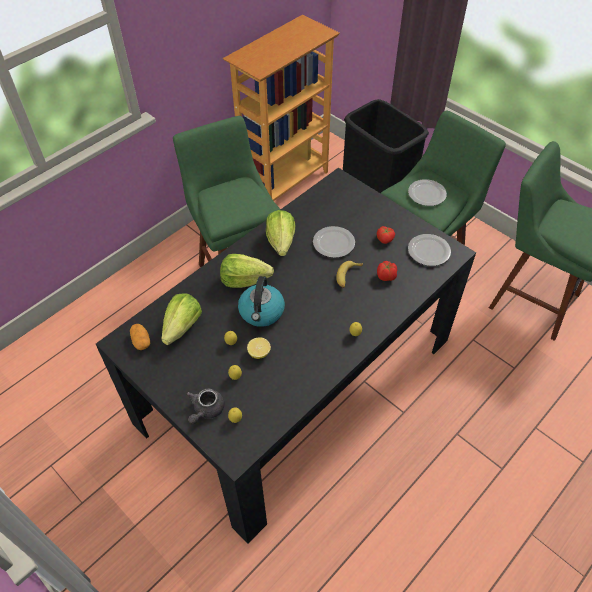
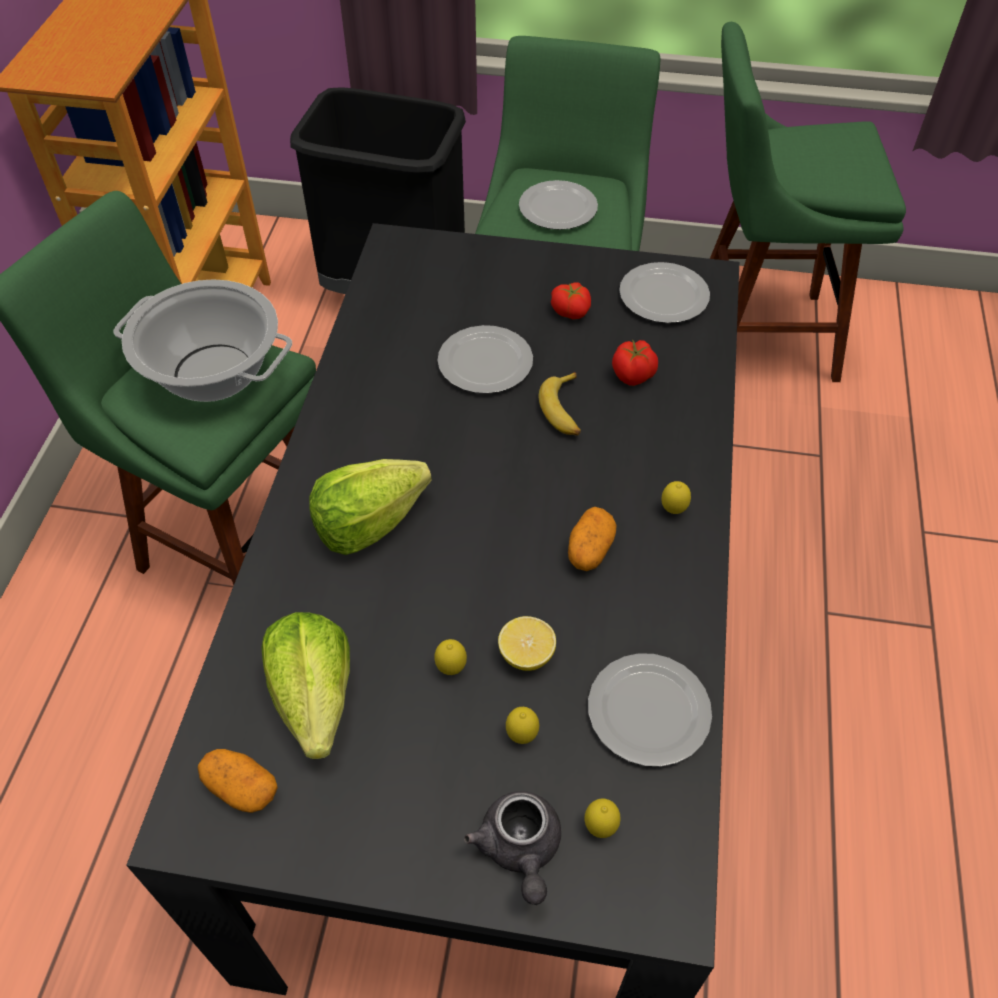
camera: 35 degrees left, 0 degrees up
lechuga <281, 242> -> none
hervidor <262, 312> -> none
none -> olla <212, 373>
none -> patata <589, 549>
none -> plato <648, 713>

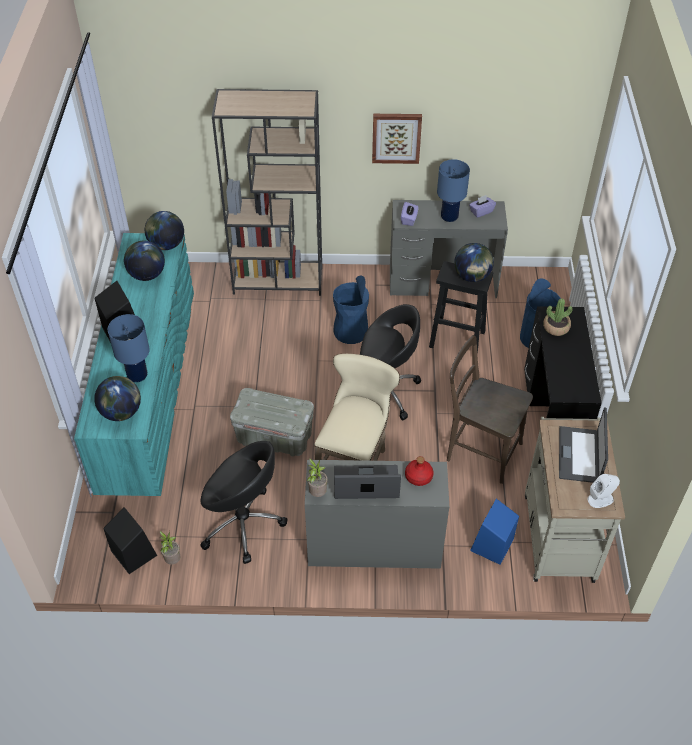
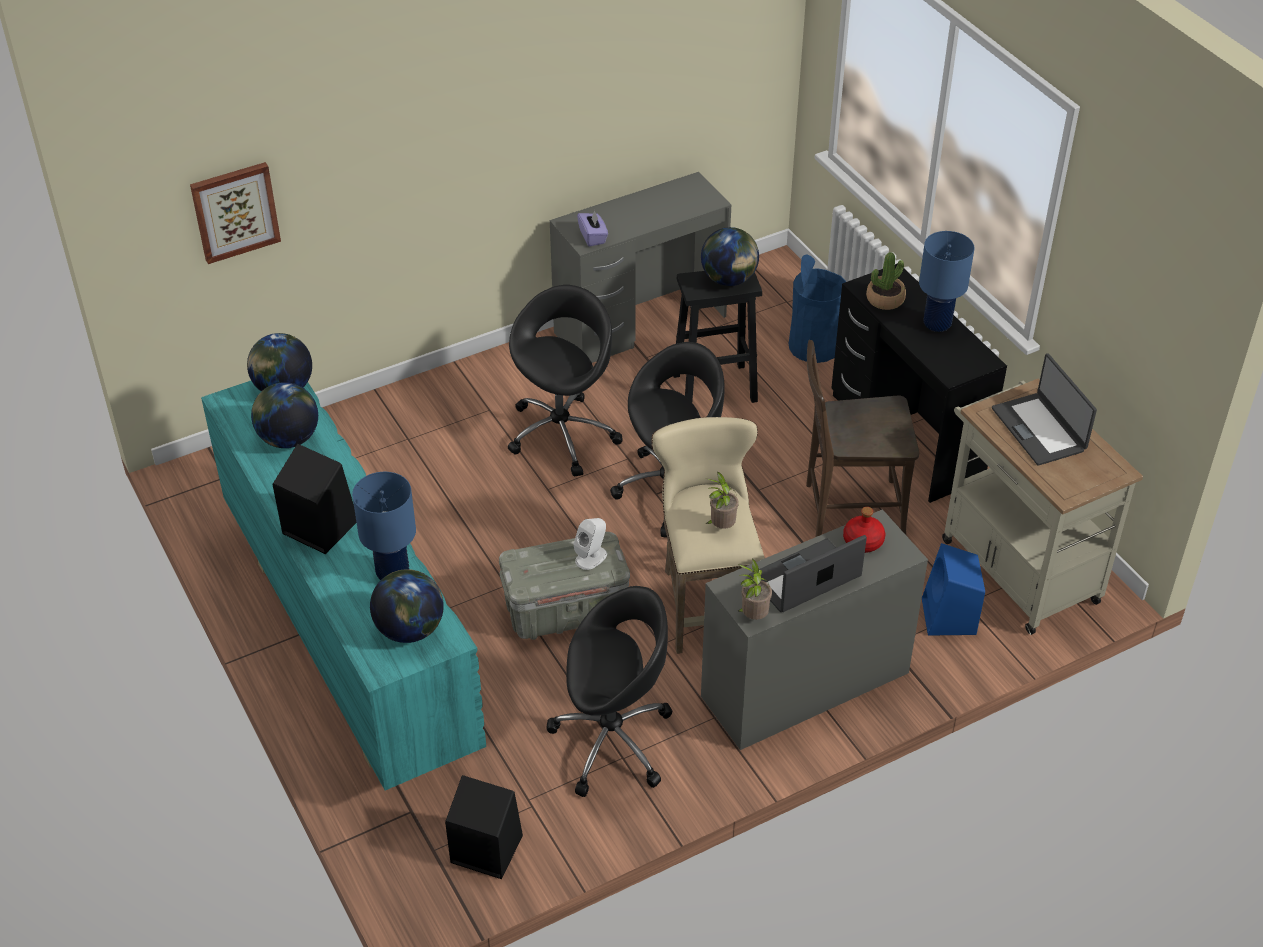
camera: 30 degrees left, 5 degrees down
estantería <278, 280> -> none
cuadro <396, 137> -> cuadro <235, 211>, moved
lámpara de mesa [azul] <449, 218> -> lámpara de mesa [azul] <937, 326>, moved
caja de pañuelos [morado] <481, 211> -> none
papelera [azul] <350, 331> -> silla de oficina [negro] <564, 433>
altavoz [blanco] <600, 499> -> altavoz [blanco] <591, 557>, moved
planta en maceta <172, 560> -> planta en maceta <721, 526>, moved

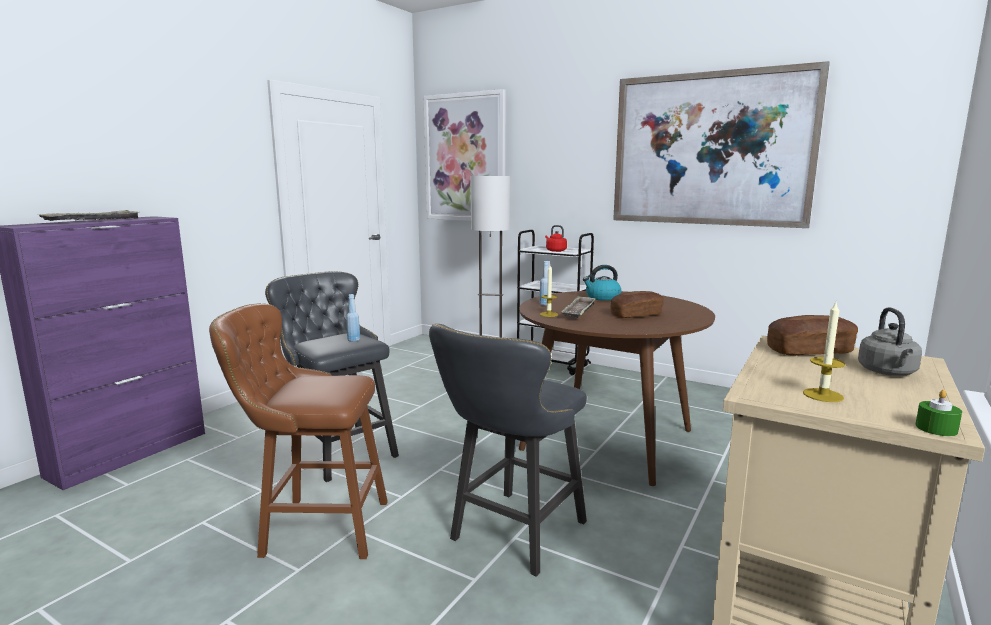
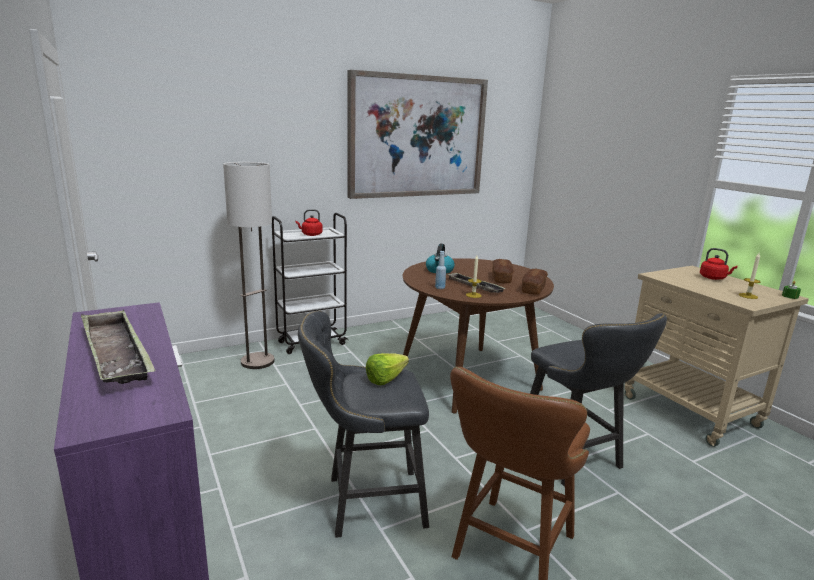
camera: 60 degrees left, 5 degrees up
cuadro <465, 158> -> none
botella [azul] <354, 340> -> lechuga <389, 379>
hervidor [gris] <888, 372> -> hervidor [rojo] <714, 278>
pan <809, 351> -> pan <533, 289>, moved

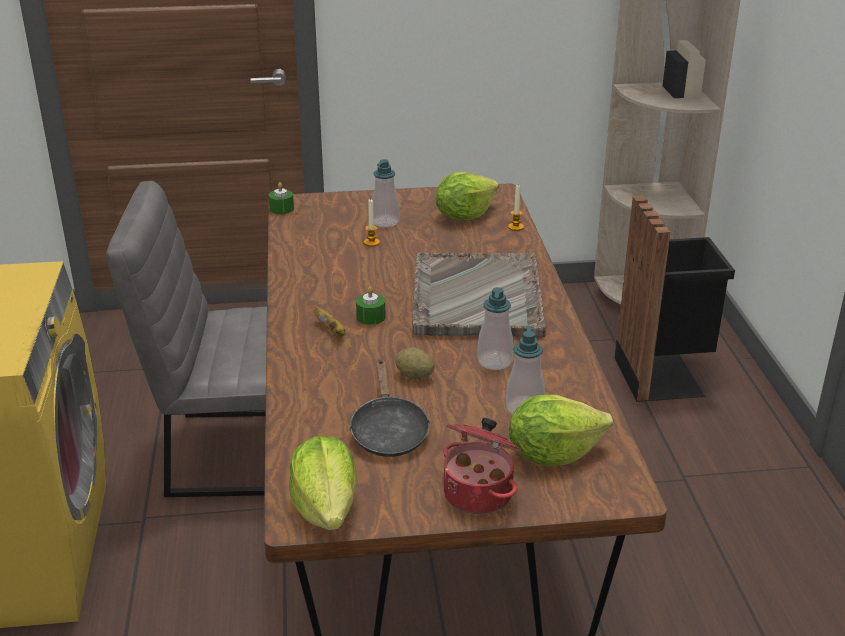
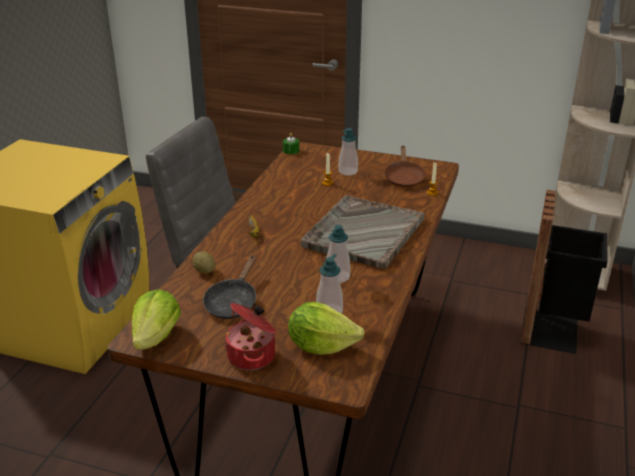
camera: 25 degrees right, 0 degrees up
lechuga <464, 215> -> sartén [marrón] <404, 178>
vela [verde] <371, 317> -> none
patata <414, 376> -> patata <204, 271>, moved

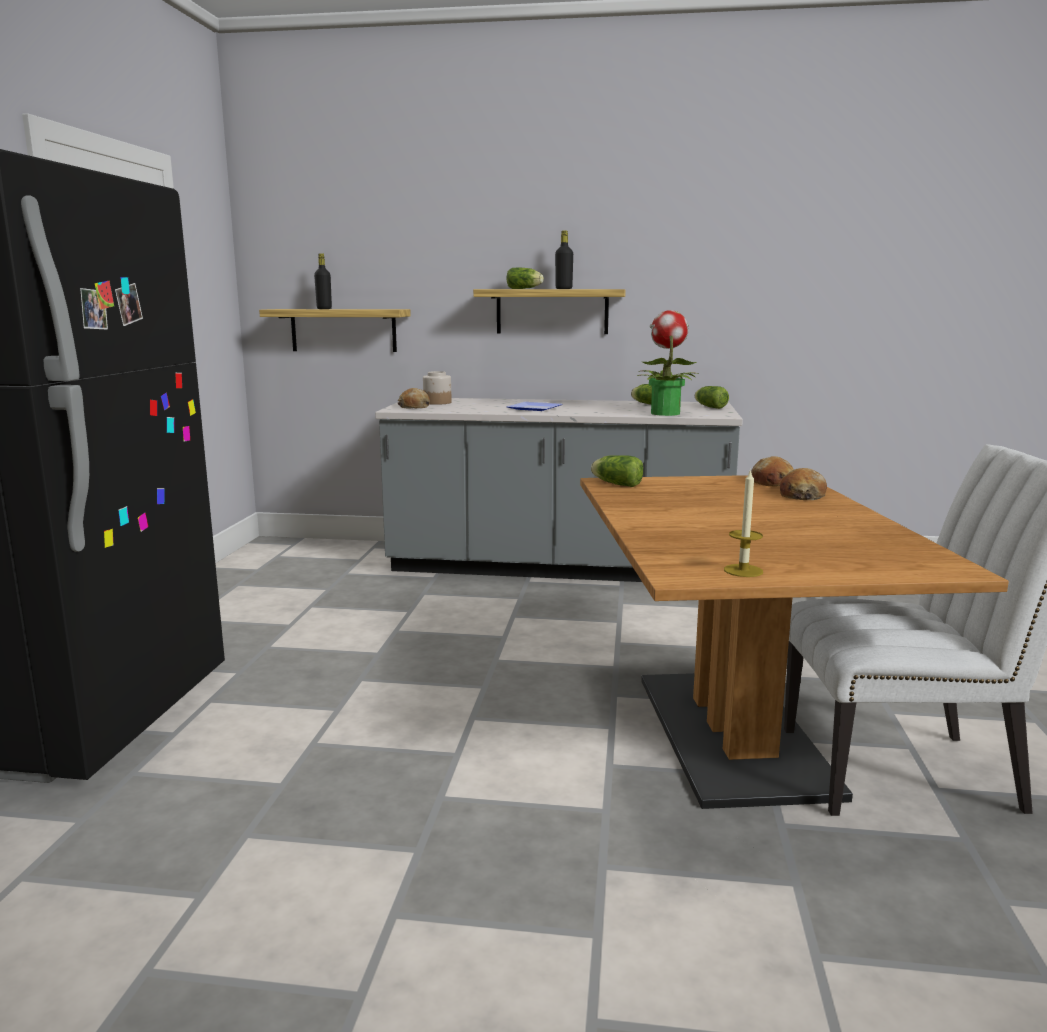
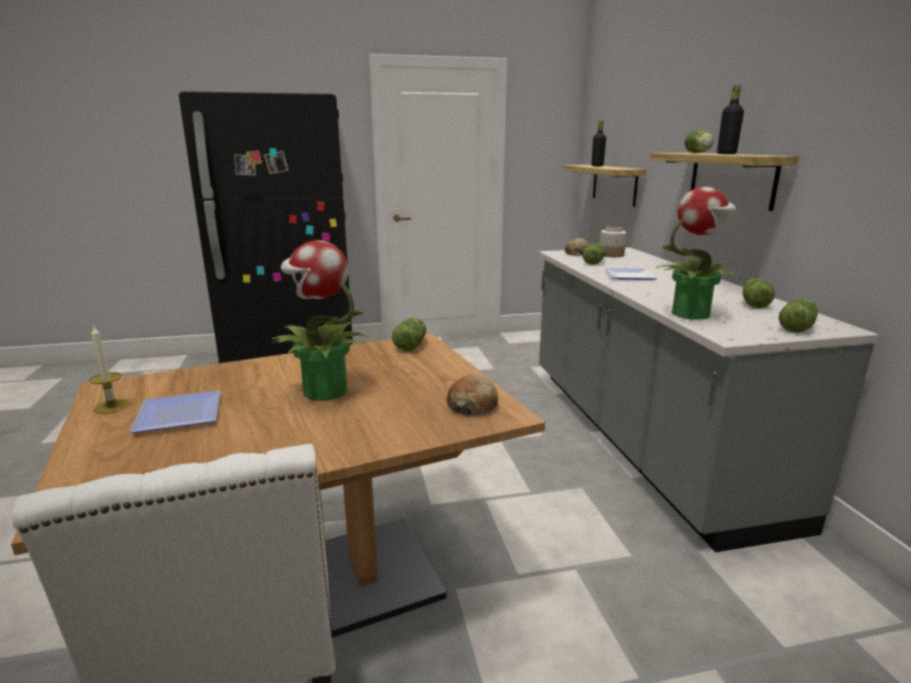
camera: 70 degrees right, 5 degrees up
pan <802, 495> -> none
none -> planta en maceta <323, 391>
none -> lechuga <594, 262>
none -> plato <176, 416>

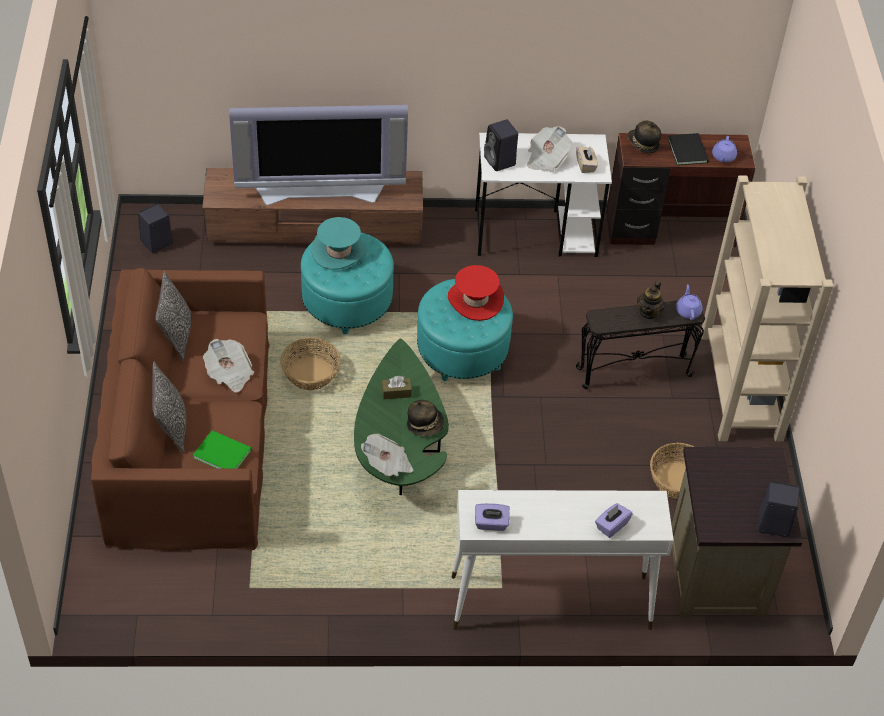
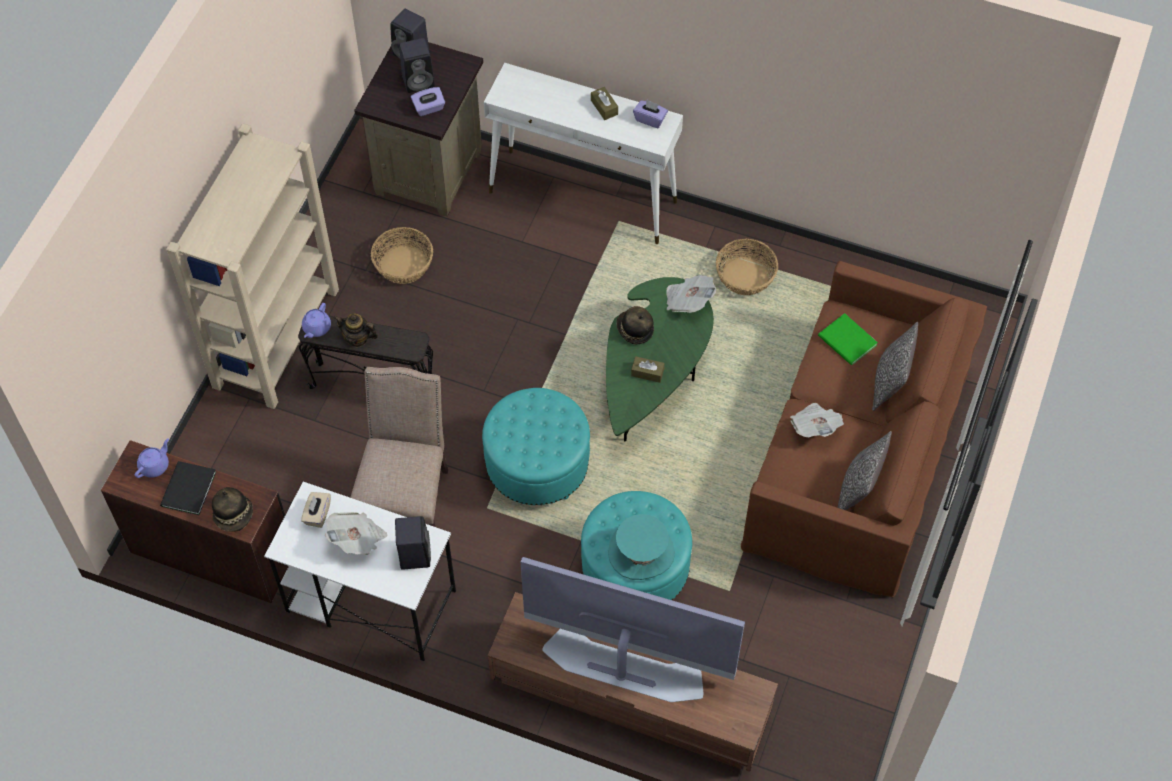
camera: 155 degrees left, 10 degrees up
altavoz [negro] <156, 243> -> altavoz [negro] <419, 80>, moved
sombrero [rojo] <475, 300> -> none
tetera <649, 313> -> tetera <357, 339>, 120 degrees counterclockwise
cesta <310, 373> -> cesta <745, 277>, moved
caja de pañuelos [morado] <611, 526> -> caja de pañuelos [morado] <429, 108>, moved
none -> caja de pañuelos [marrón] <604, 107>
none -> silla [beis] <406, 502>

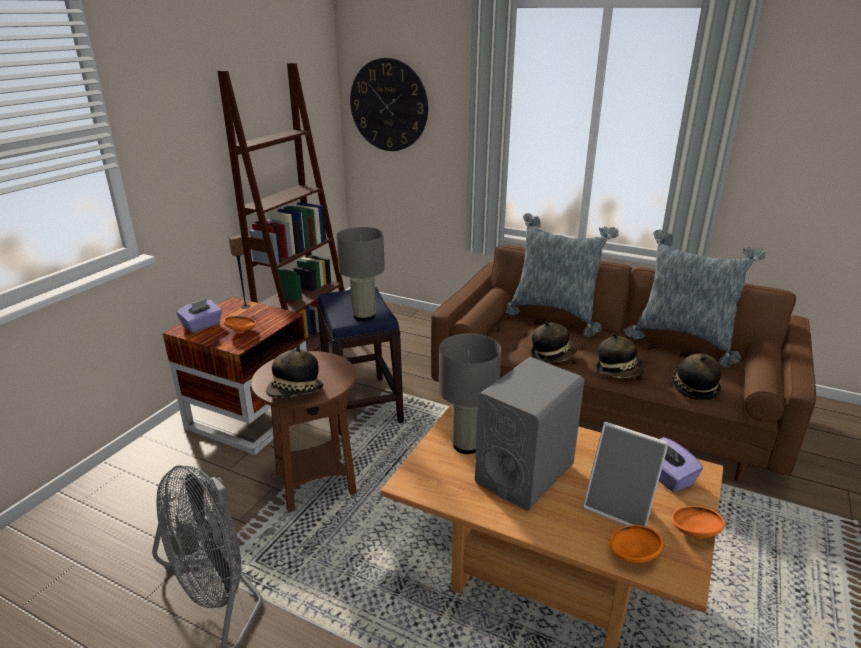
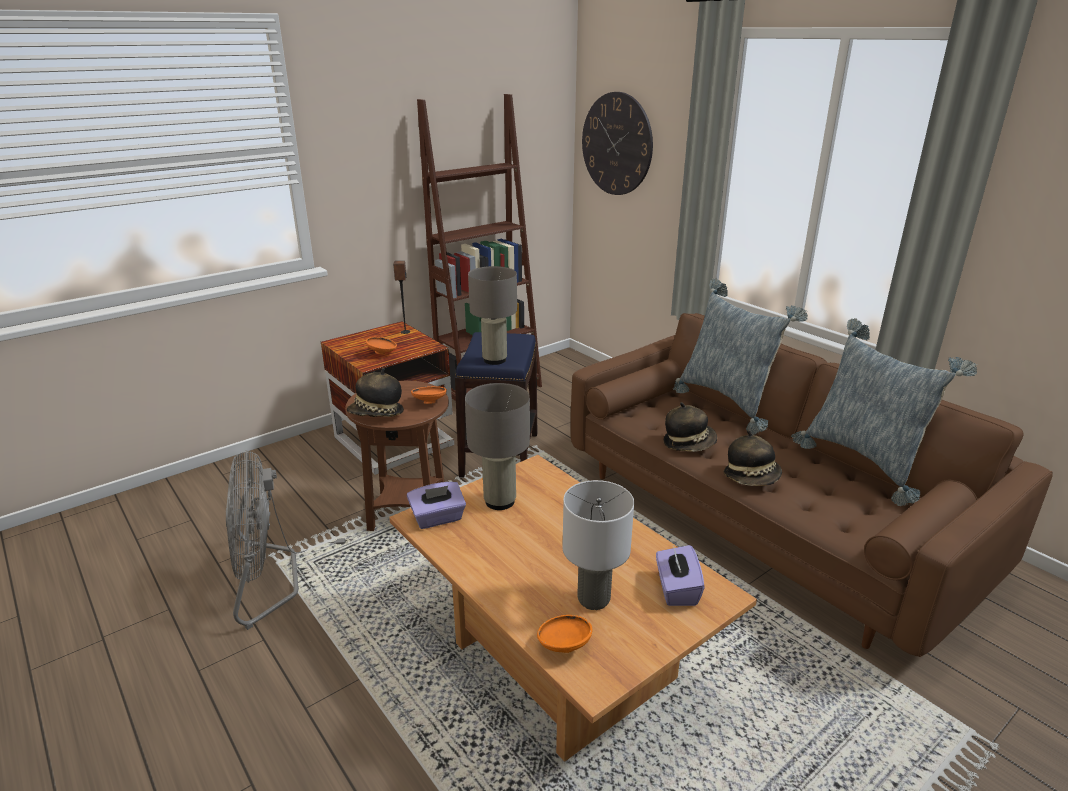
camera: 25 degrees right, 0 degrees up
caja de pañuelos [morado] <202, 326> -> caja de pañuelos [morado] <438, 518>, moved
sombrero <694, 388> -> none
altavoz [gris] <524, 473> -> none
portarretratos <620, 507> -> lámpara de mesa [blanco] <595, 600>
cuenco [naranja] <693, 532> -> cuenco [naranja] <429, 402>, moved

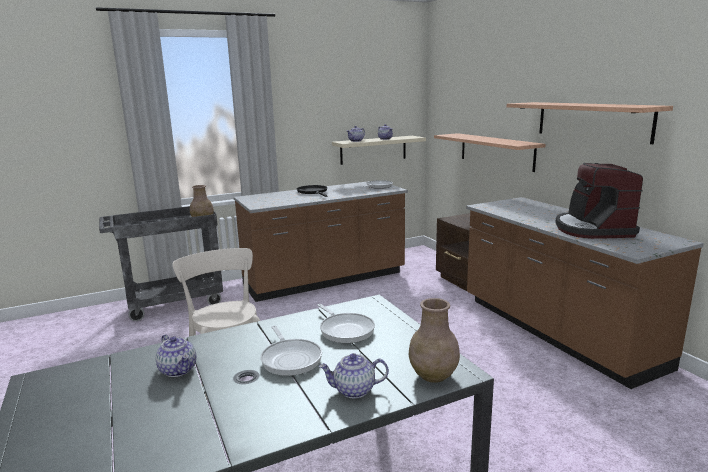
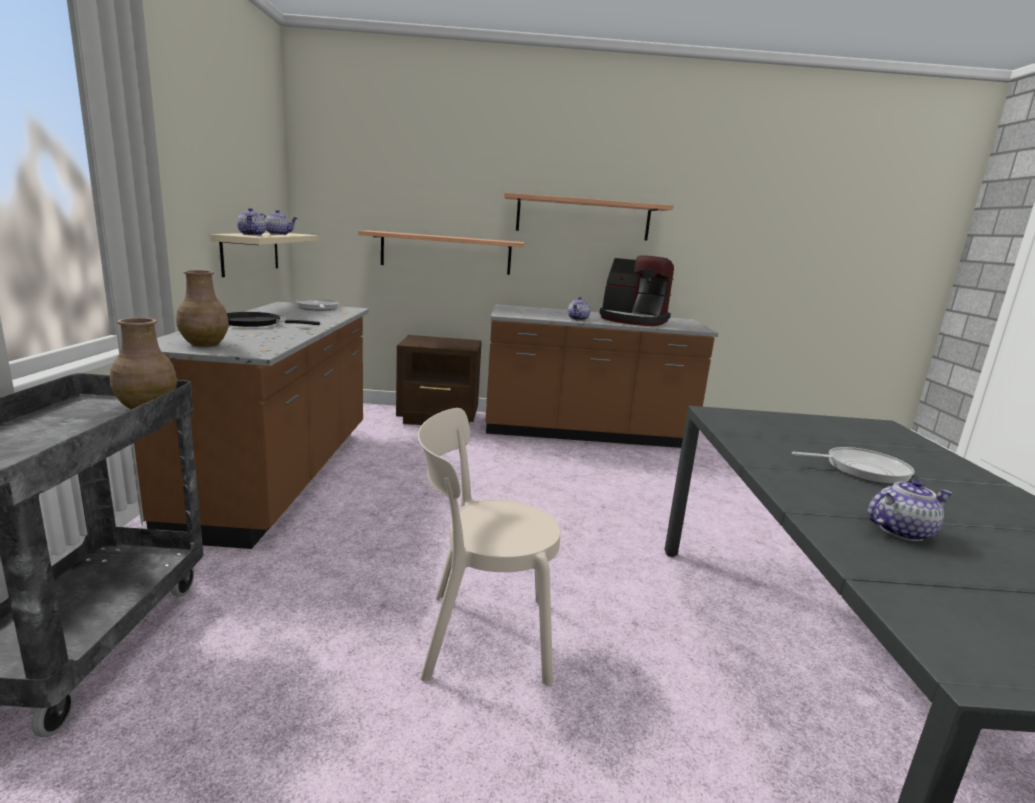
camera: 65 degrees left, 0 degrees up
florero [marrón] <433, 376> -> florero [marrón] <205, 344>, moved
sartén <345, 330> -> none
tetera <354, 390> -> tetera <578, 319>, moved

